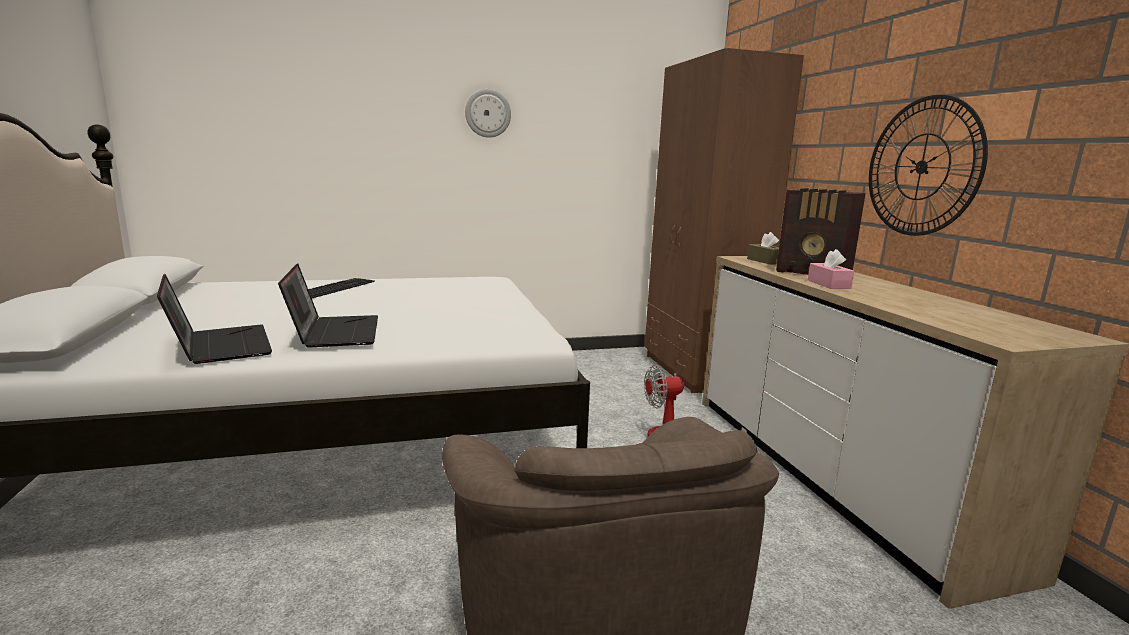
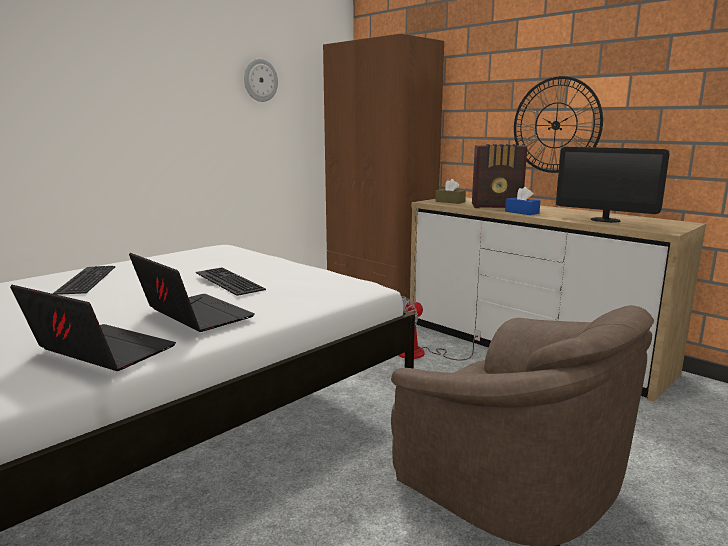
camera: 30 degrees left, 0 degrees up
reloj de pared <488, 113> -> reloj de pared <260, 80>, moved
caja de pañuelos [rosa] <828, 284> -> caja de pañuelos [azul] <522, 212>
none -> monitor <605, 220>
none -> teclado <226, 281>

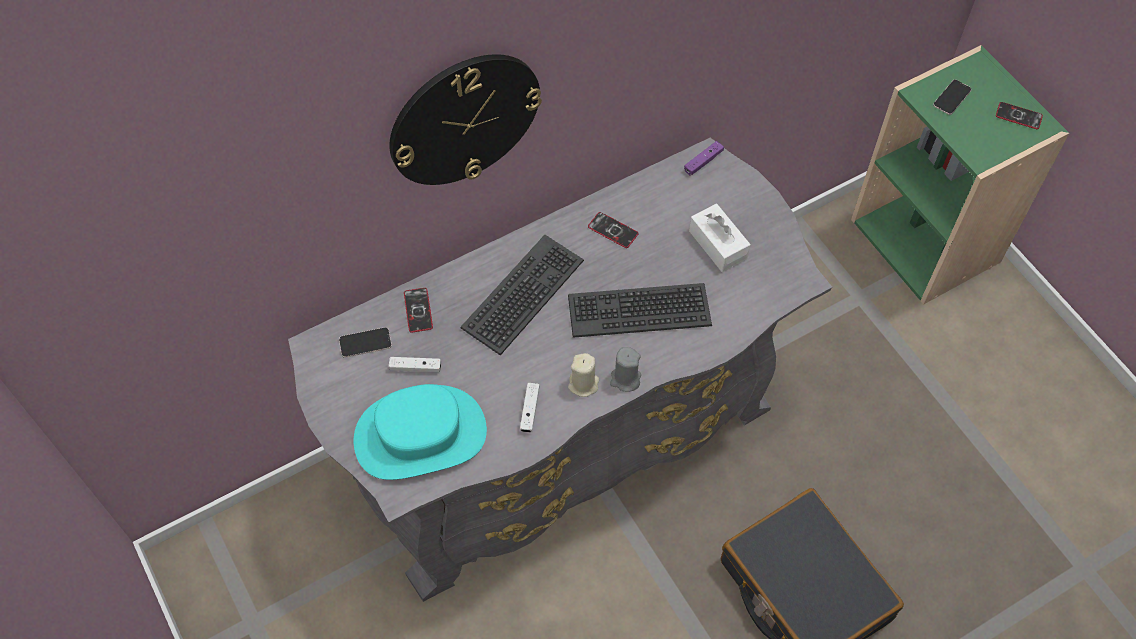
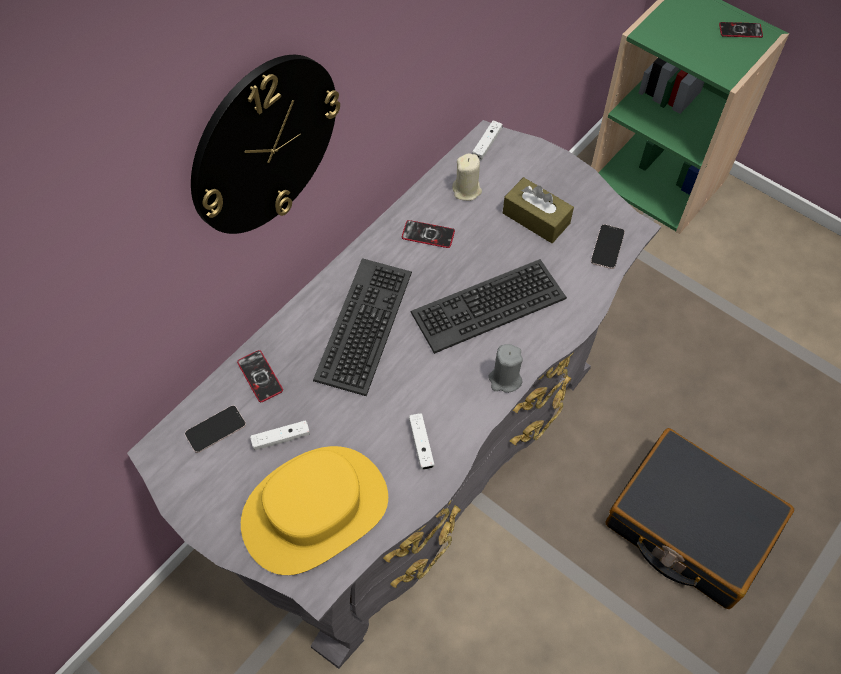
camera: 20 degrees left, 0 degrees up
móvil <952, 97> -> móvil <607, 247>, moved
mando de consola [morado] <703, 162> -> mando de consola [blanco] <487, 144>
caja de pañuelos [blanco] <718, 244> -> caja de pañuelos [marrón] <536, 218>
vela [beis] <583, 384> -> vela [beis] <467, 190>, moved
sombrero [turquesa] <420, 435> -> sombrero [amarillo] <315, 510>

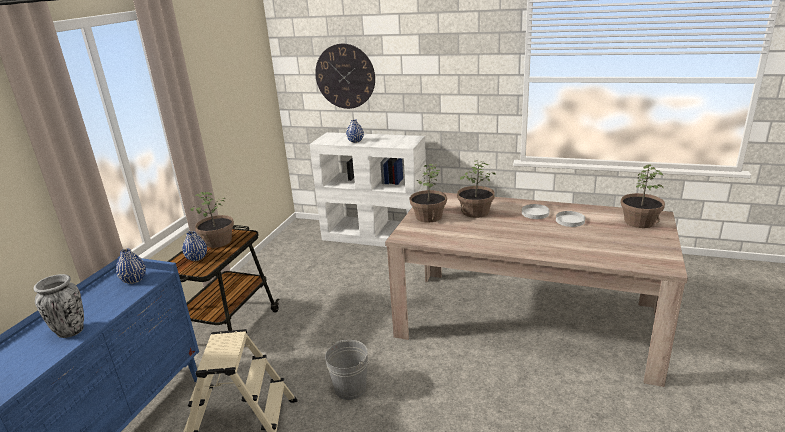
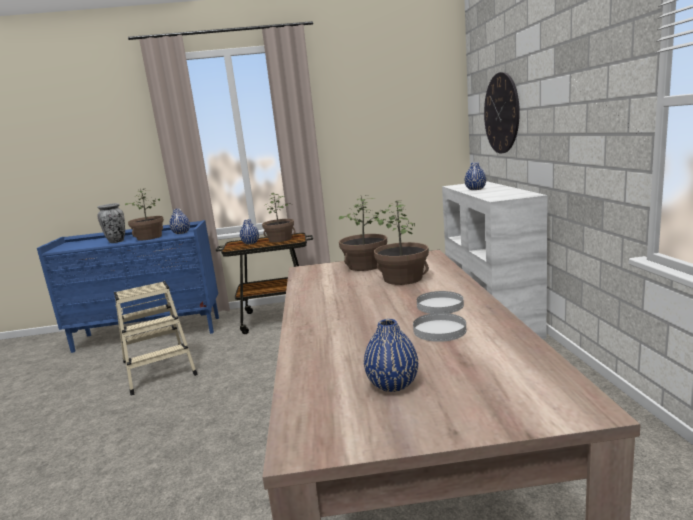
camera: 65 degrees right, 10 degrees down
planta en maceta <639, 222> -> planta en maceta <149, 237>, moved
cubo [gris] <350, 388> -> none
none -> florero [azul] <392, 384>

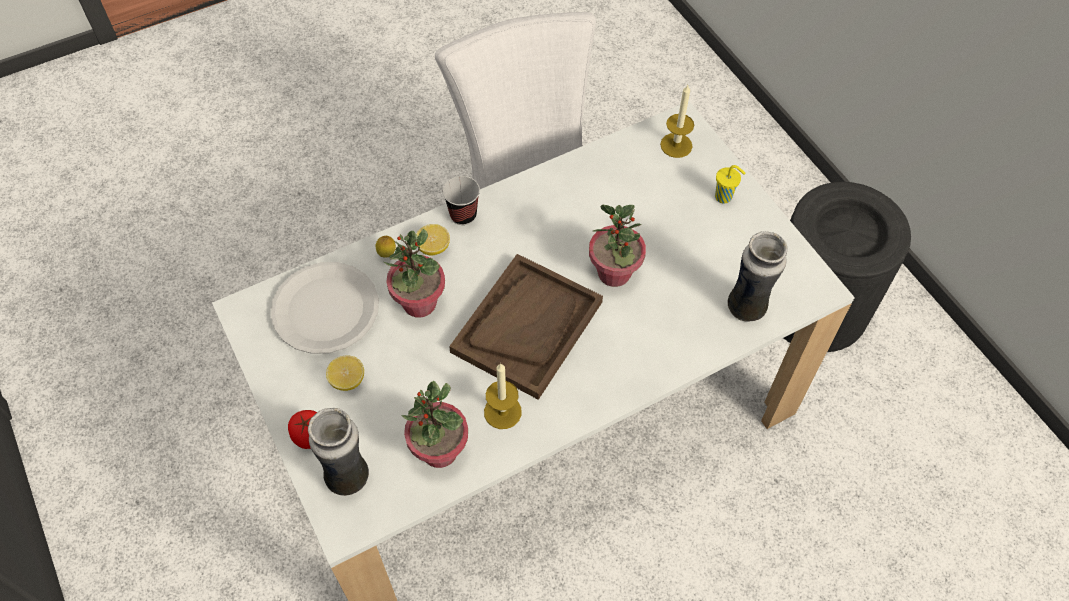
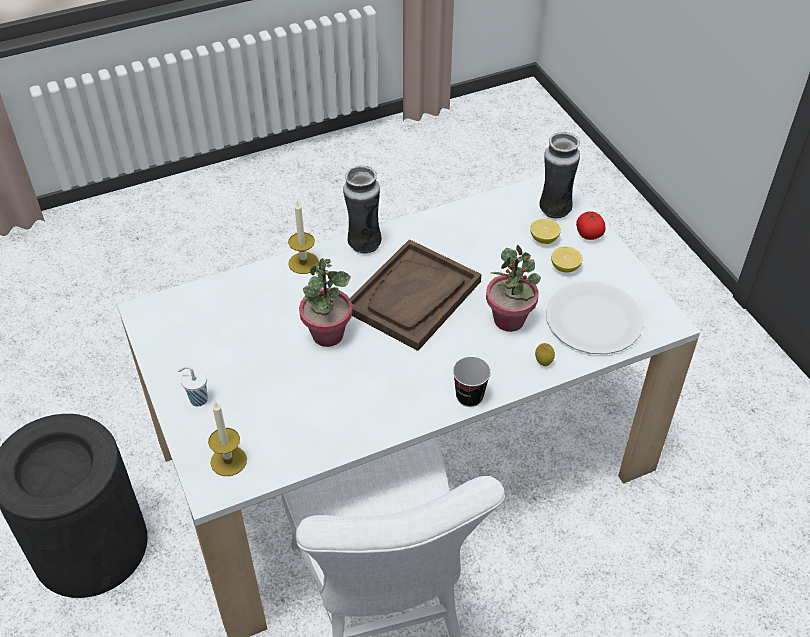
camera: 175 degrees left, 10 degrees down
taza [amarillo] <724, 197> -> taza [blanco] <197, 399>
limón <433, 247> -> limón <544, 239>, moved
florero <747, 307> -> florero <364, 244>, moved
vela <502, 412> -> vela <303, 263>, moved
planta en maceta <439, 451> -> none

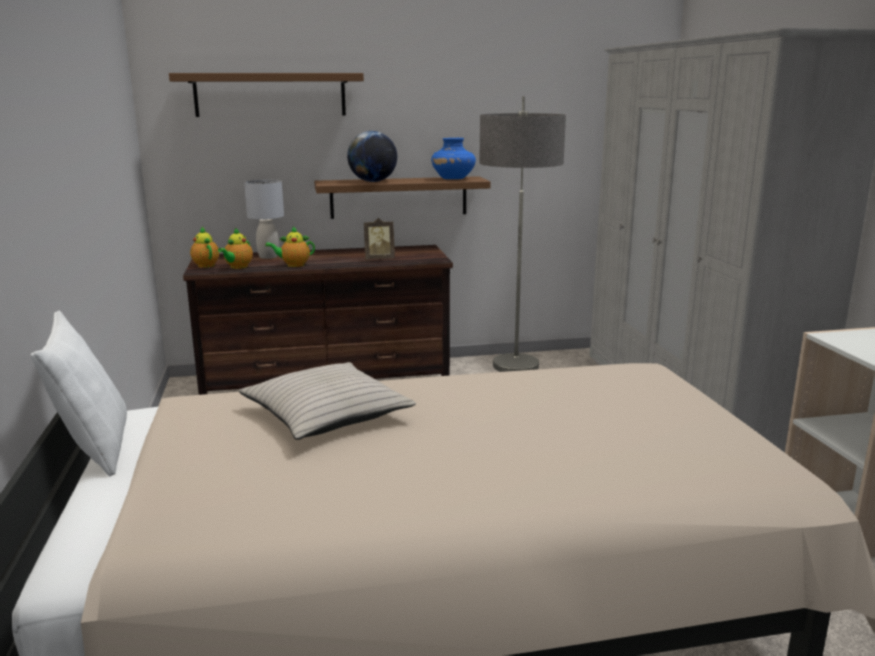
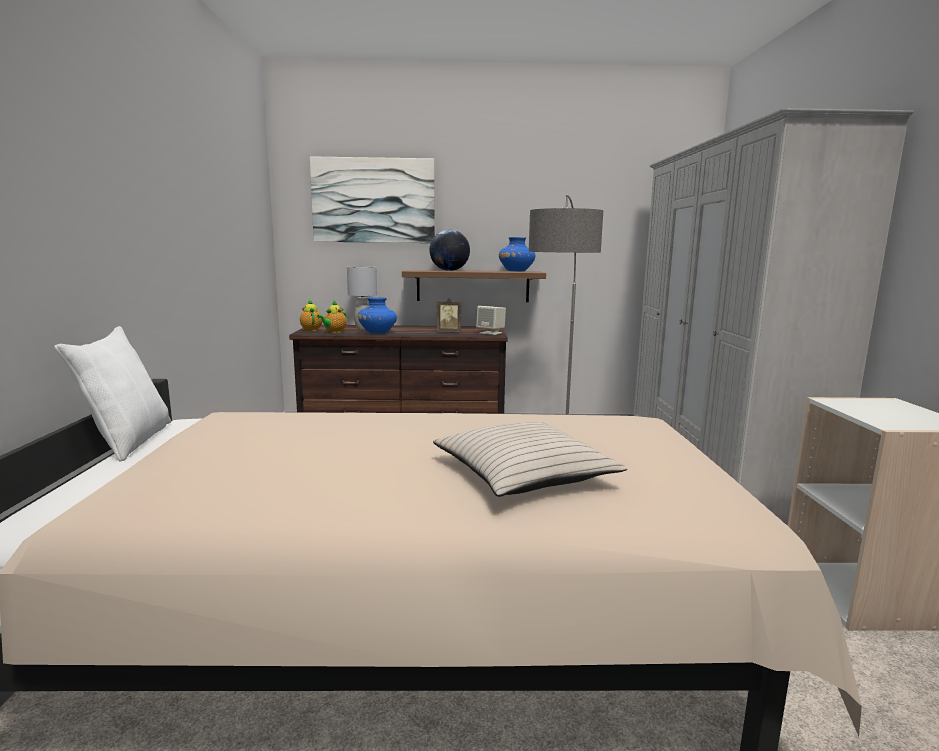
camera: 10 degrees right, 5 degrees down
estante [marrón] <270, 95> -> cuadro <373, 201>
tetera <293, 265> -> florero [azul] <378, 333>
cojín [beis] <326, 415> -> cojín [beis] <523, 474>, moved
none -> altavoz [beis] <491, 333>

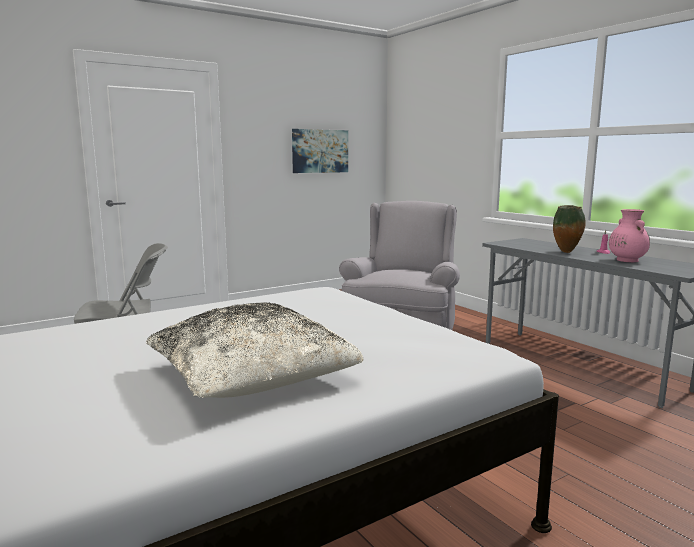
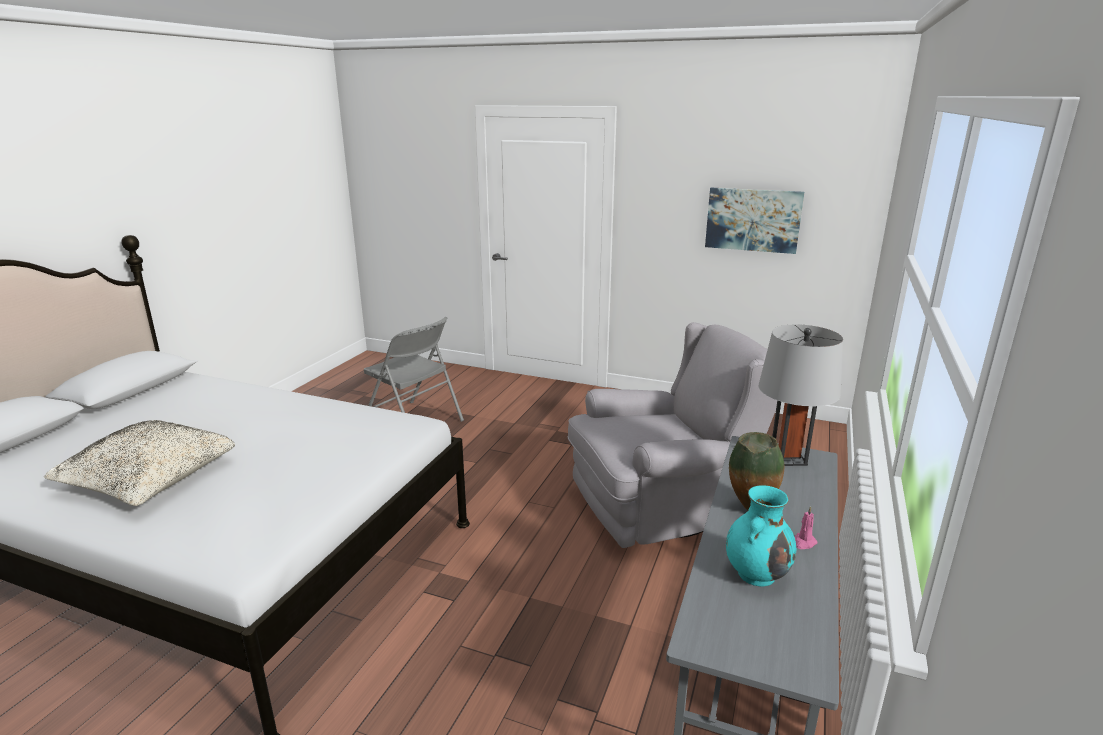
camera: 55 degrees right, 10 degrees up
florero [rosa] <626, 260> -> florero [turquesa] <756, 573>
none -> lámpara de mesa [gris] <788, 458>

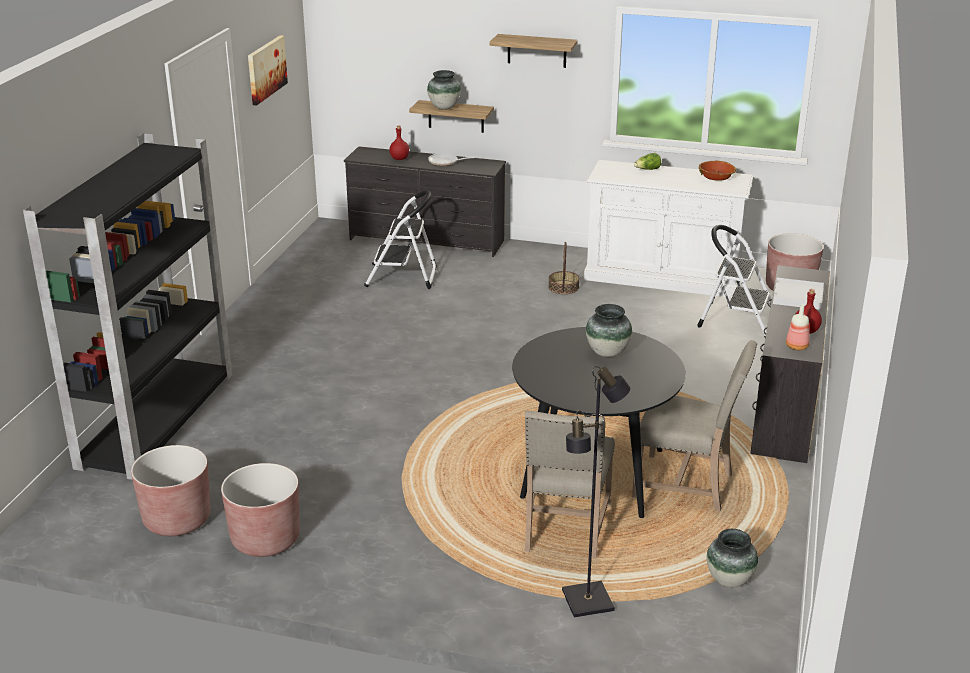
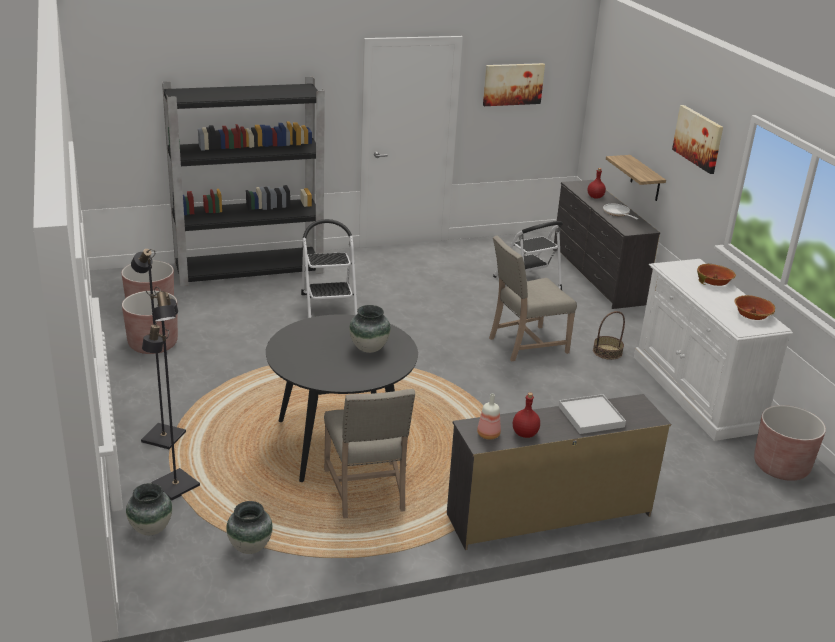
camera: 55 degrees right, 0 degrees up
estante <537, 51> -> cuadro <698, 138>
florero <444, 107> -> florero <151, 529>, moved
lechuga <647, 169> -> cuenco <714, 282>
escalera de tijera <734, 320> -> escalera de tijera <328, 305>, moved
silla [beis] <565, 530> -> silla [beis] <525, 345>, moved
none -> lámpara de pie [negro] <164, 437>

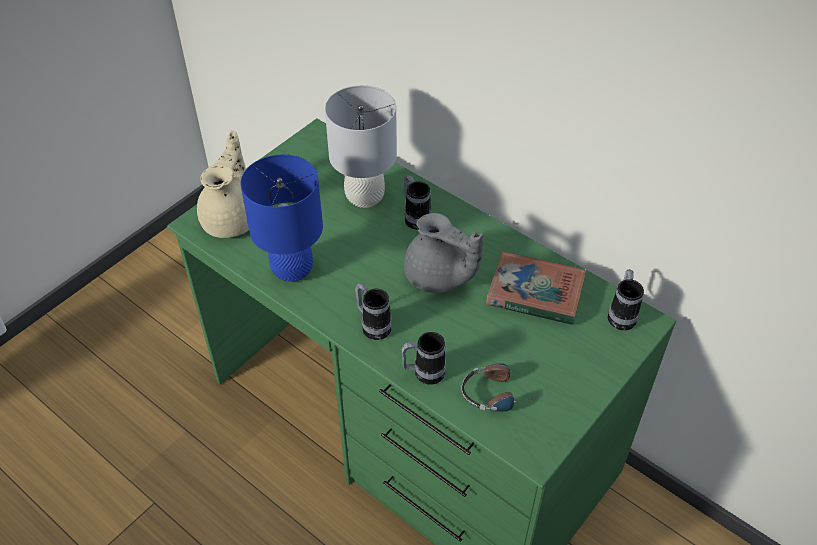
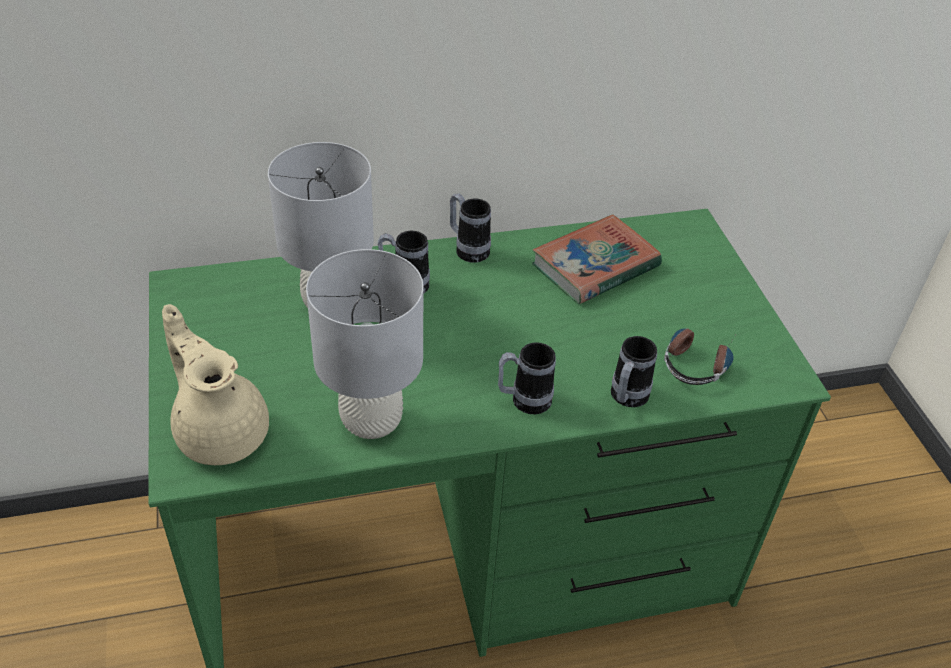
camera: 55 degrees left, 5 degrees down
lámpara de mesa [azul] <291, 272> -> lámpara de mesa [gris] <371, 425>
tetera [gris] <438, 278> -> none
taza grande <622, 315> -> taza grande <468, 249>, moved

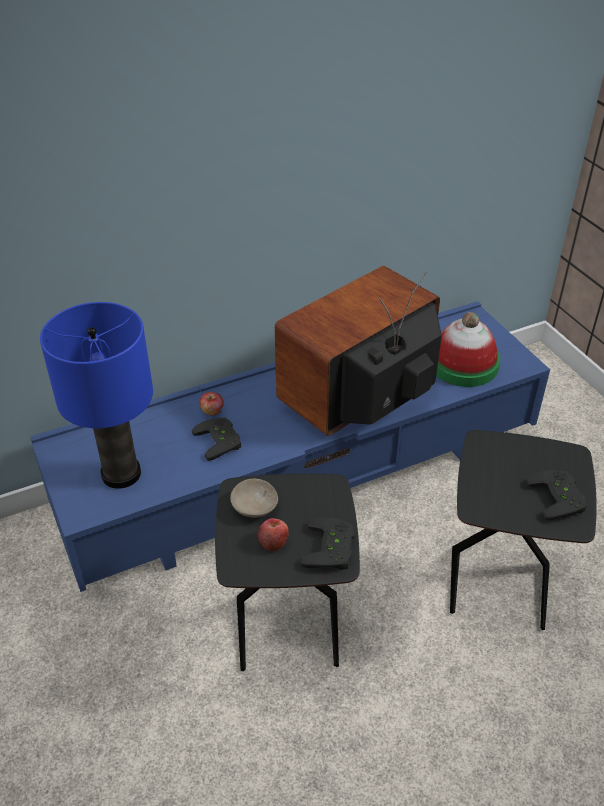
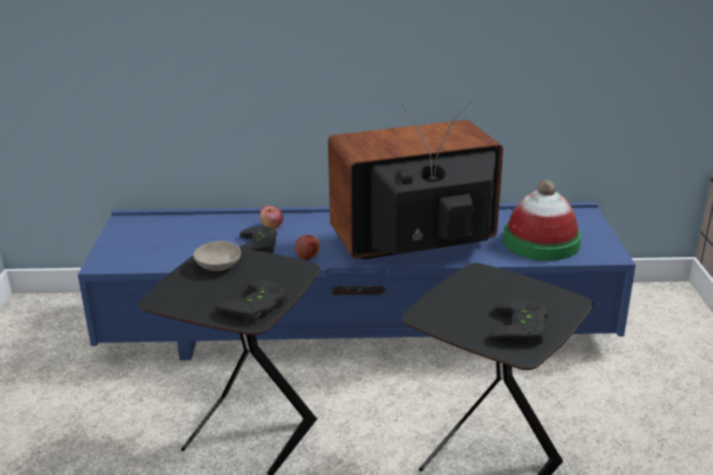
camera: 25 degrees right, 15 degrees down
lámpara de mesa [azul] <121, 473> -> none
manzana <273, 542> -> manzana <308, 256>, moved

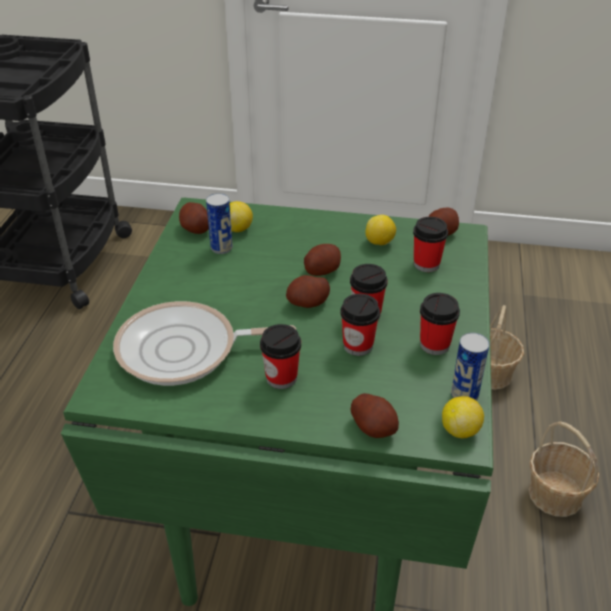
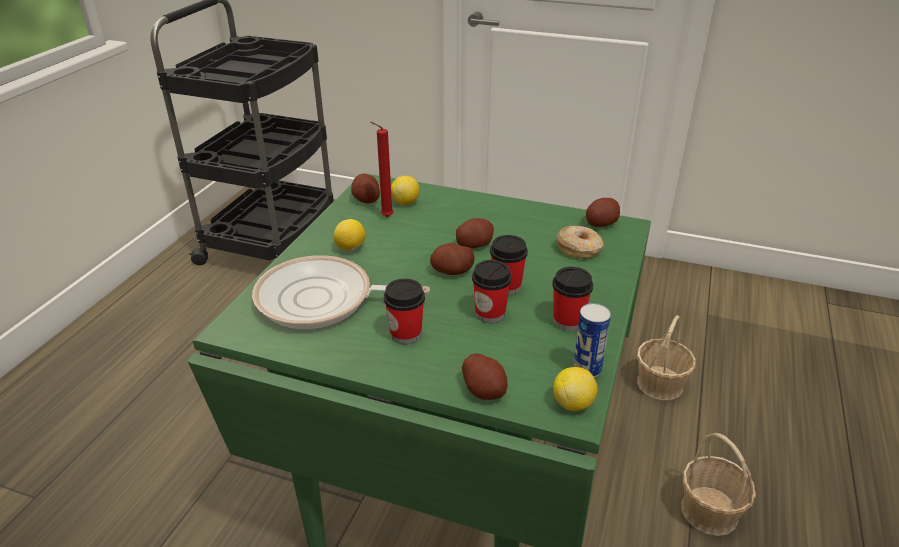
camera: 10 degrees right, 5 degrees down
lata <221, 248> -> vela [rojo] <385, 217>
limón <379, 243> -> limón <351, 248>, moved
taza <426, 264> -> rosquilla <579, 249>

